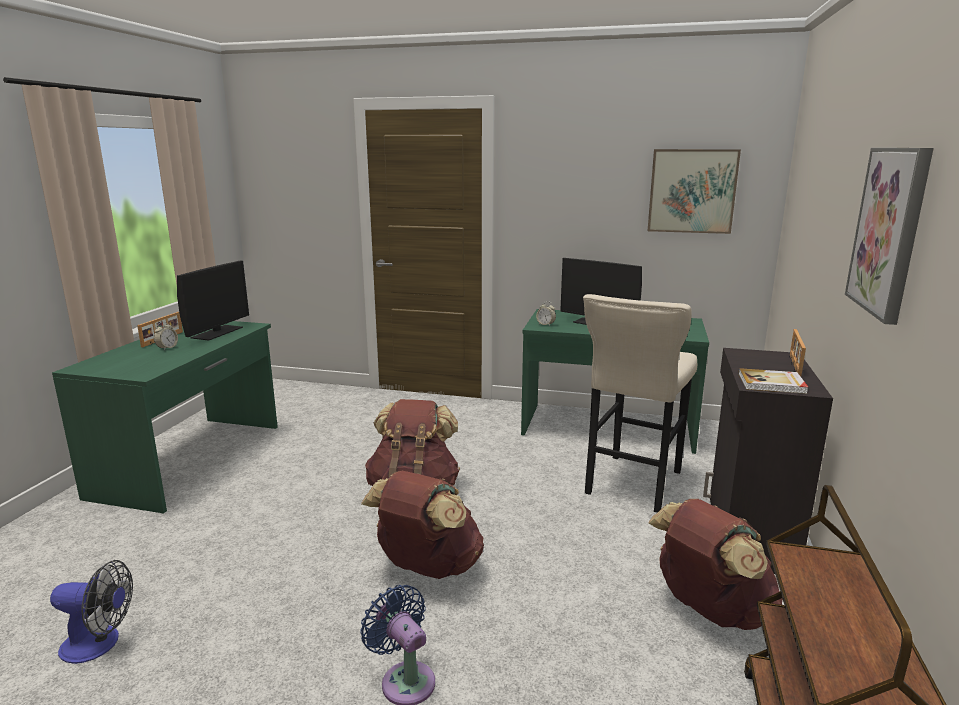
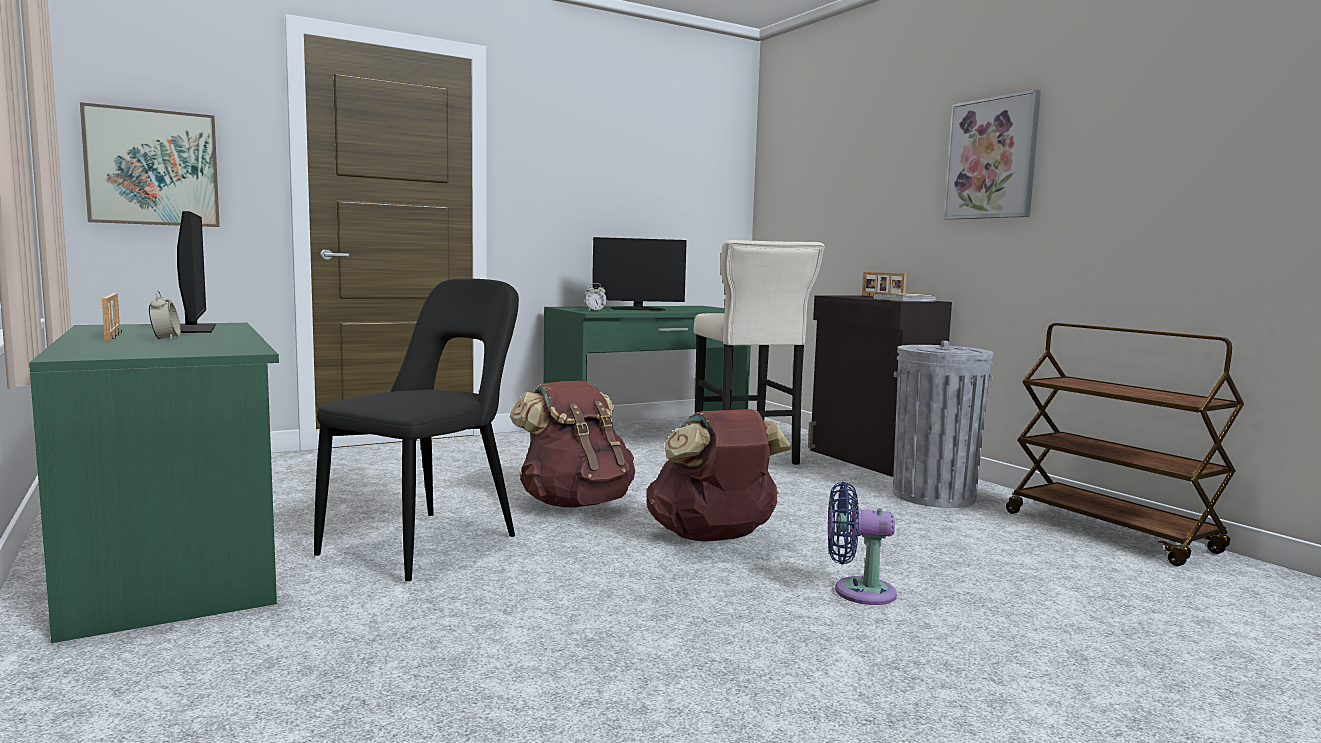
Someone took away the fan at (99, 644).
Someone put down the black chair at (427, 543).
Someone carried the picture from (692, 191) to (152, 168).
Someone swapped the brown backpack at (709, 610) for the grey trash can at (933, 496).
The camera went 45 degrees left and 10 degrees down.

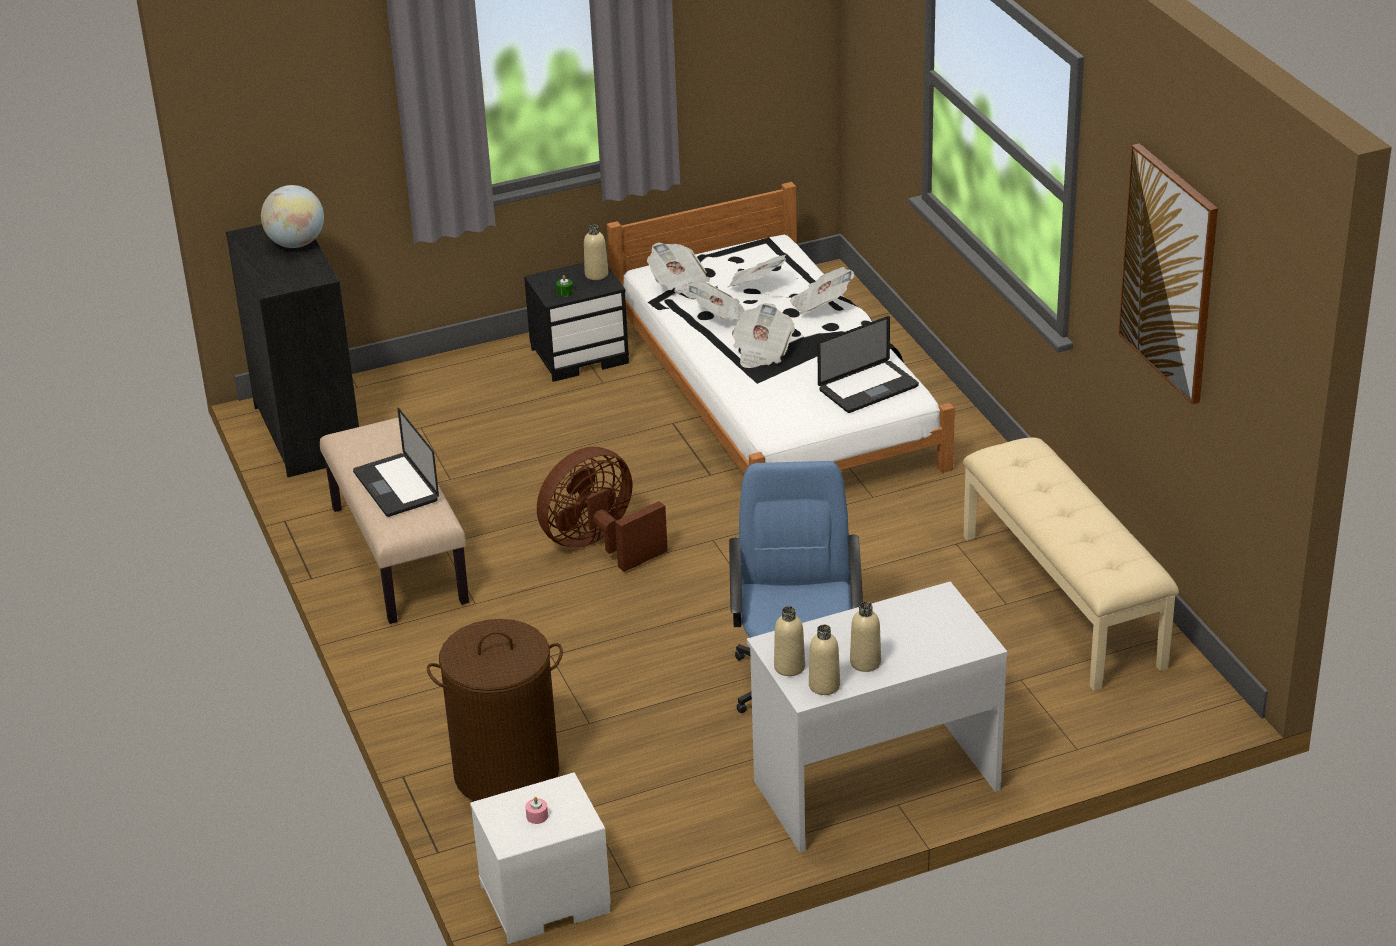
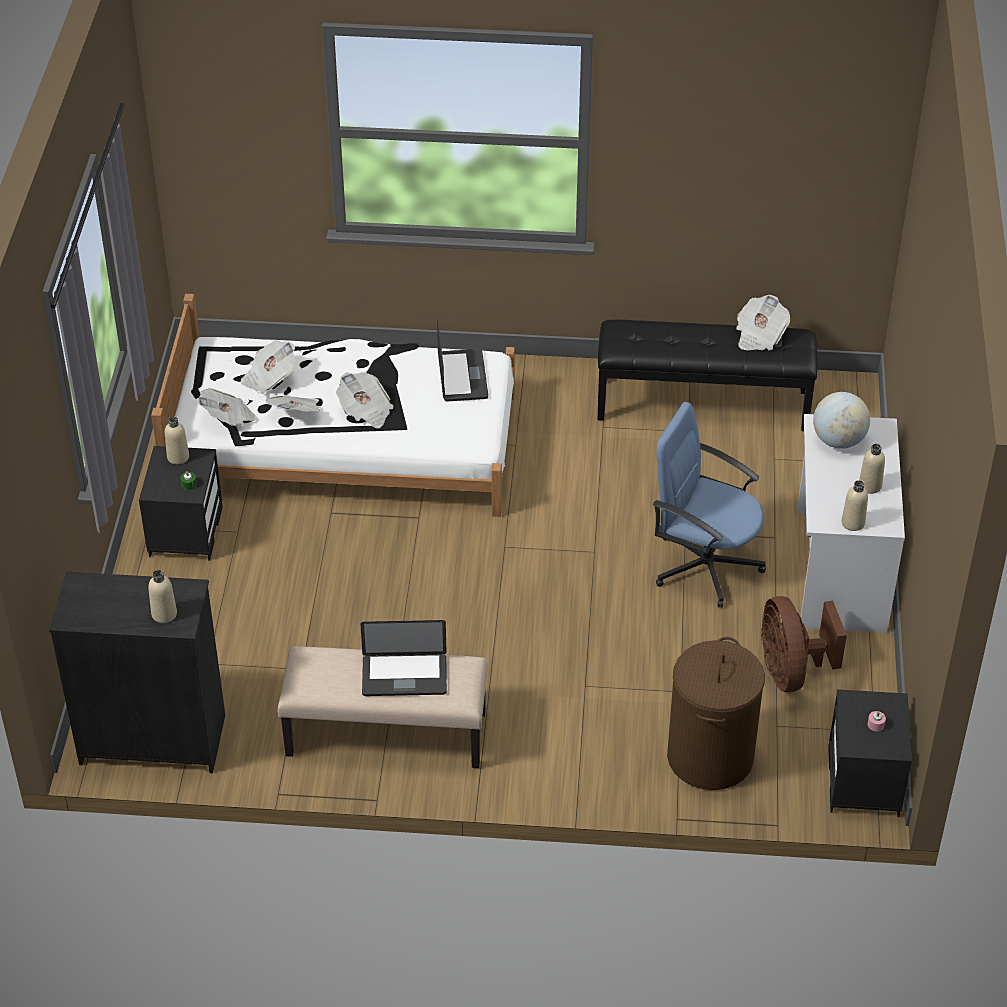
Someone took away the picture at (1169, 273).
Someone carried the globe from (296, 243) to (838, 440).
Someone carried the brown fan from (599, 545) to (791, 671).
Someone carried the newspaper from (821, 305) to (759, 336).
Someone carried the beige bottle from (824, 685) to (164, 614).
Someone repainted the white nightstand at (544, 901), which became the black nightstand at (864, 782).
Someone repainted the beige bench at (1063, 600), which became the black bench at (703, 404).
The camera went 65 degrees left and 10 degrees up.

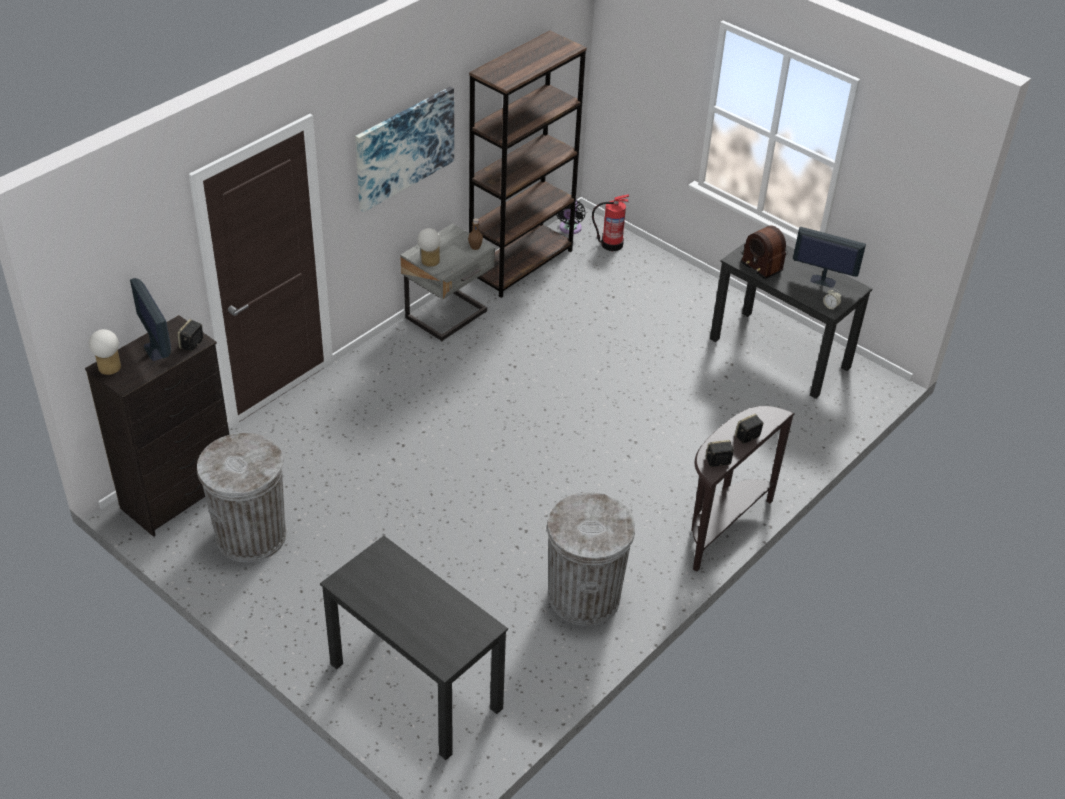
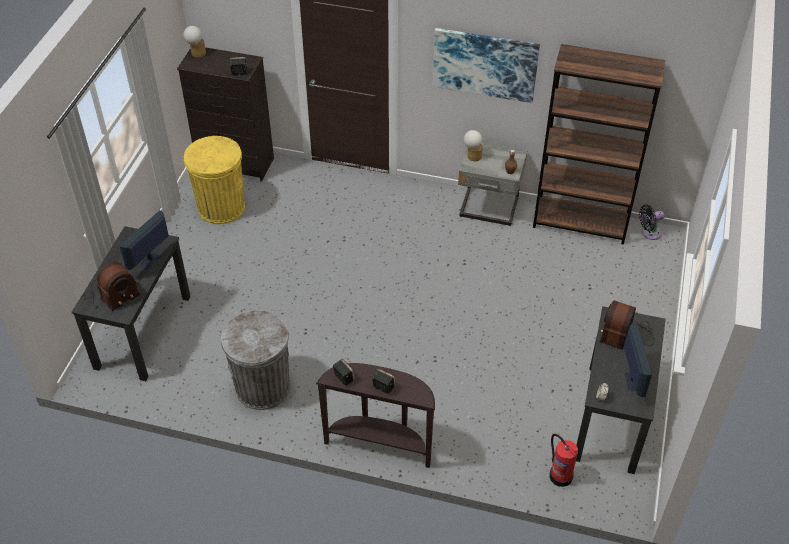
Someone put down the radio at (111, 295).
Someone carried the monitor from (155, 351) to (150, 262).
Someone carried the fire extinguisher from (611, 244) to (560, 475).
Someone repainted the grey trash can at (251, 536), which became the yellow trash can at (221, 207).
The camera went 65 degrees right and 5 degrees up.

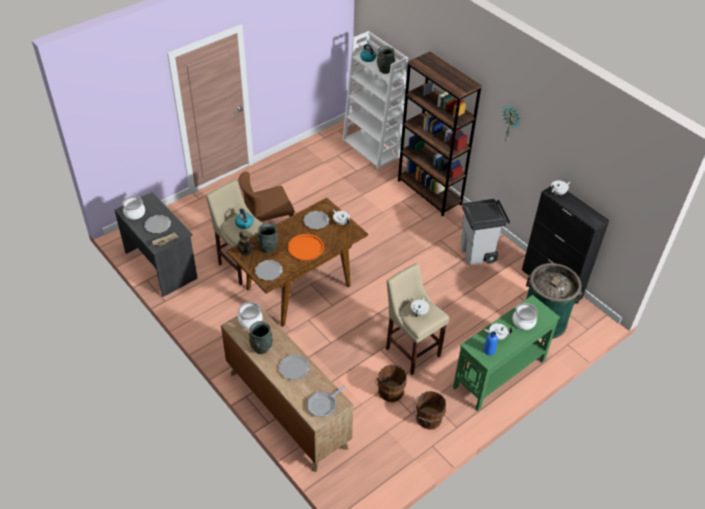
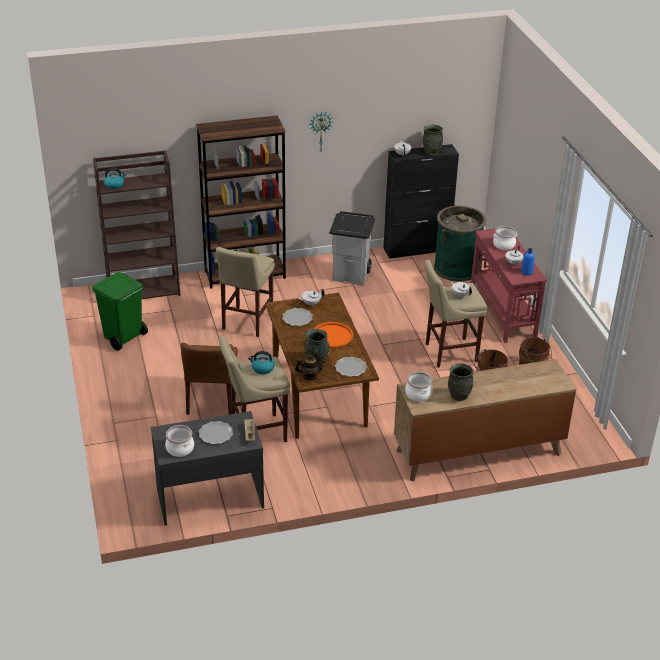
Someone took away the plate at (294, 368).
Someone took away the frying pan at (323, 405).
Someone put down the green trash can at (123, 338).
Someone put down the beige stool at (246, 323).
Someone carried the grey vase from (385, 70) to (432, 152).
Someone repainted the white bookcase at (371, 149), which became the brown bookcase at (144, 289).
Someone repainted the green console table at (499, 373), which became the red console table at (502, 312).
The camera went 65 degrees left and 10 degrees down.

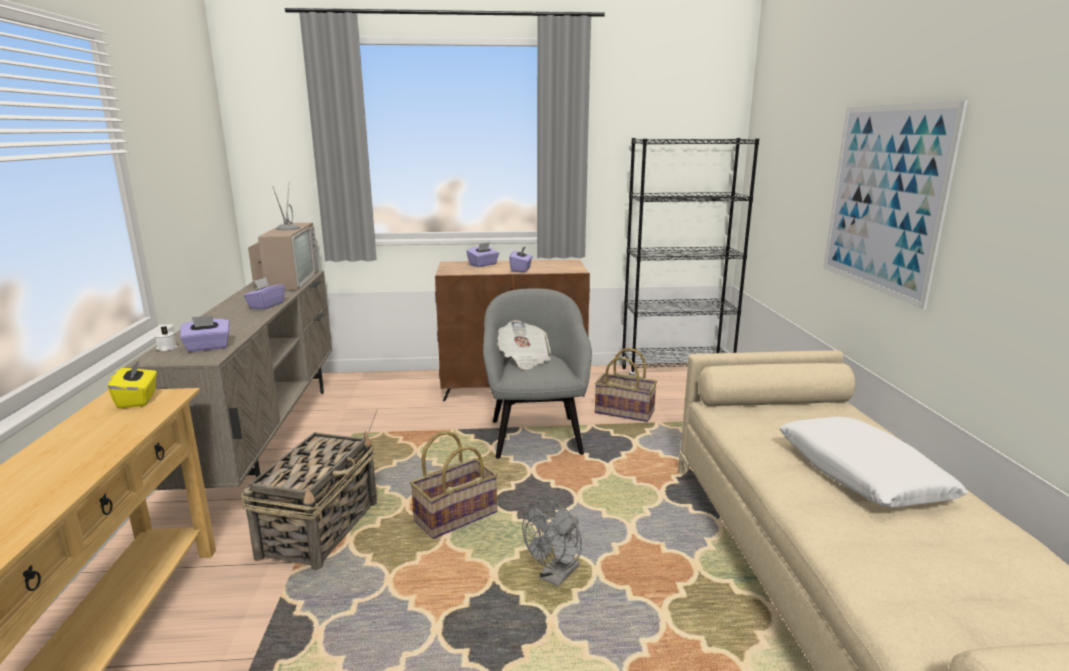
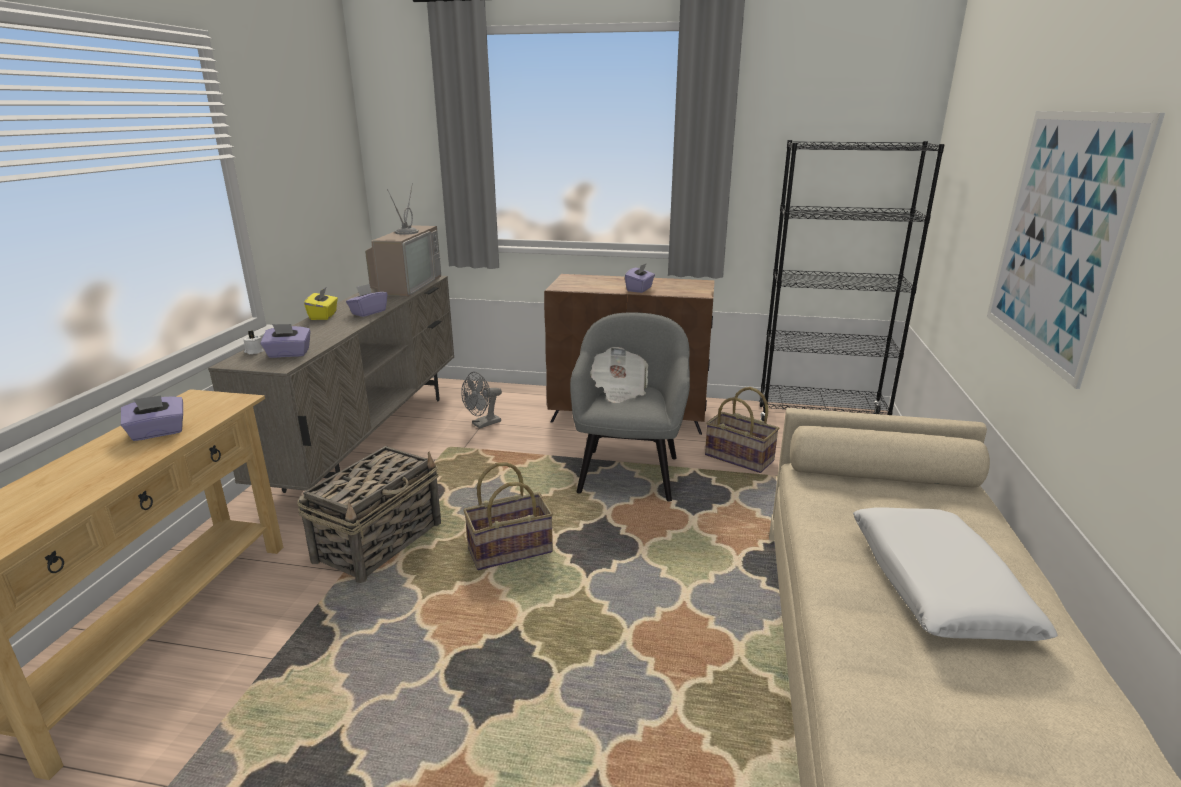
Someone carried the yellow tissue box from (138, 399) to (324, 316).
Someone carried the purple tissue box from (483, 265) to (158, 432).
Someone carried the grey fan from (555, 577) to (482, 424).
The camera went 15 degrees right and 5 degrees up.

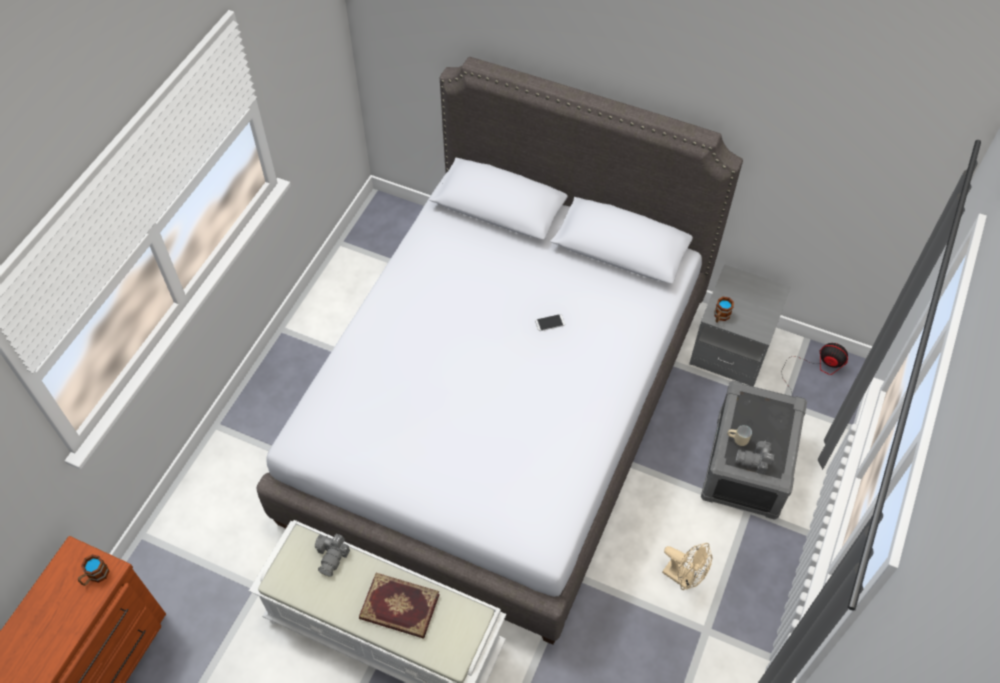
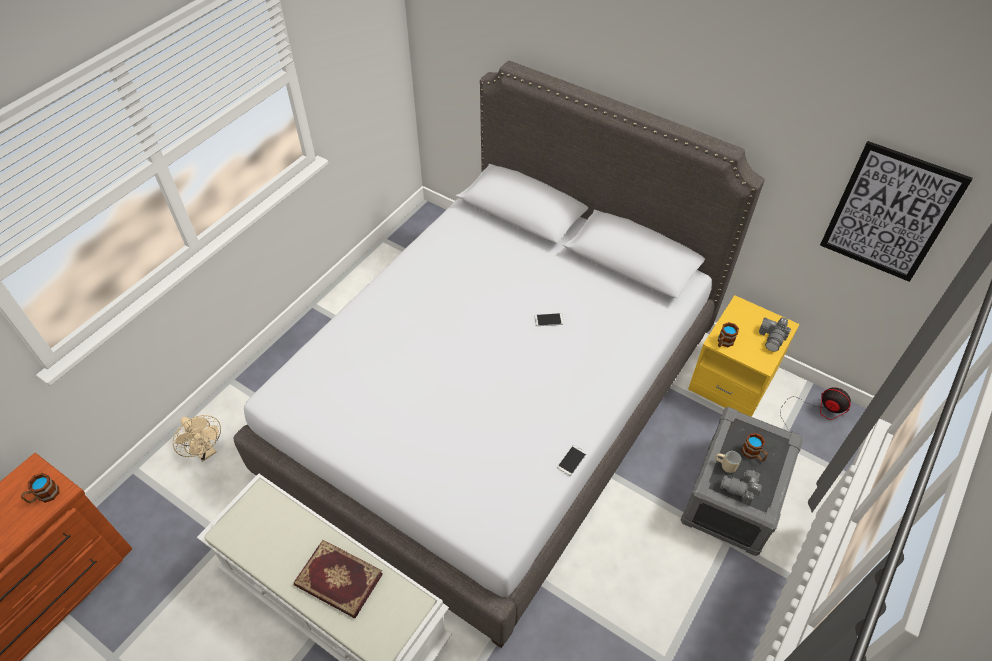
Someone put down the phone at (572, 460).
Someone put down the mug at (753, 454).
Someone put up the picture at (890, 213).
Someone carried the photo camera from (332, 556) to (773, 338).
Someone carried the beige fan from (683, 577) to (206, 451).
Someone repainted the grey nightstand at (731, 348), which became the yellow nightstand at (732, 380).
The camera went 10 degrees right and 5 degrees down.

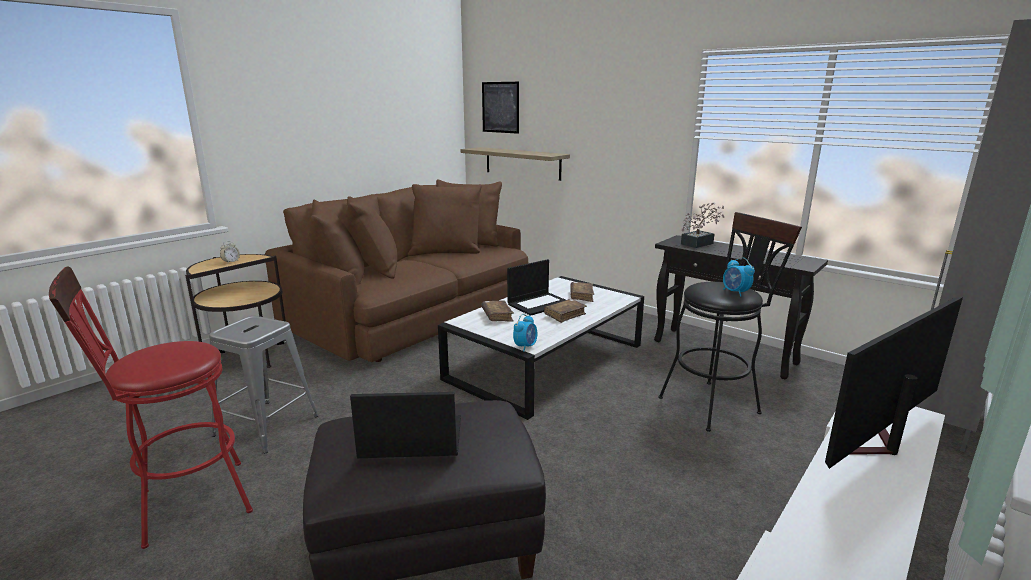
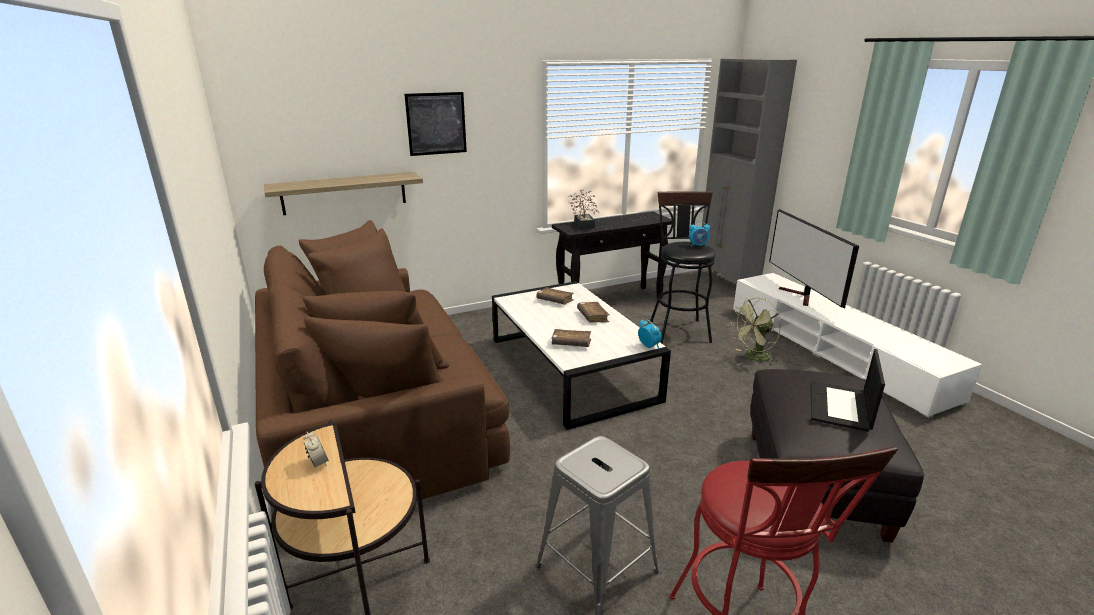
Someone took away the laptop at (539, 304).
Someone put down the green fan at (754, 358).
Someone carried the picture from (500, 107) to (436, 123).
The camera went 65 degrees left and 5 degrees up.

